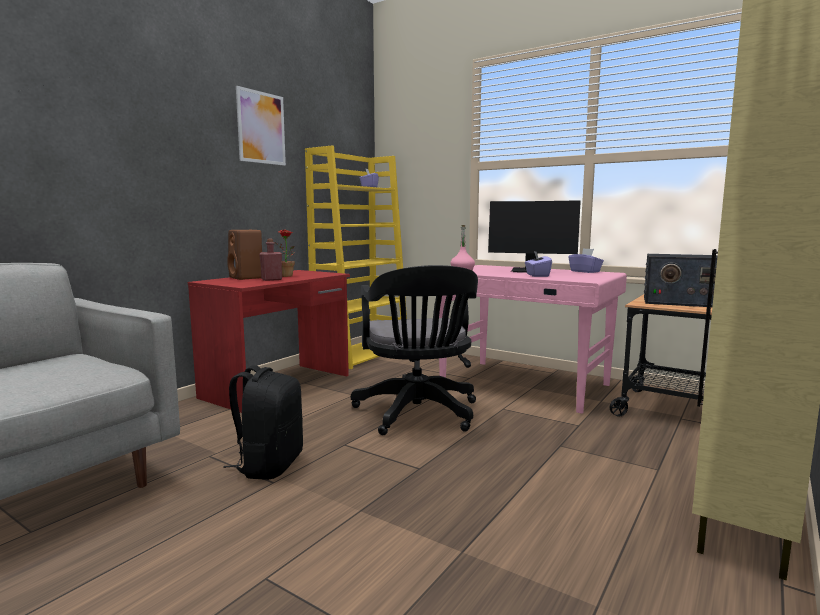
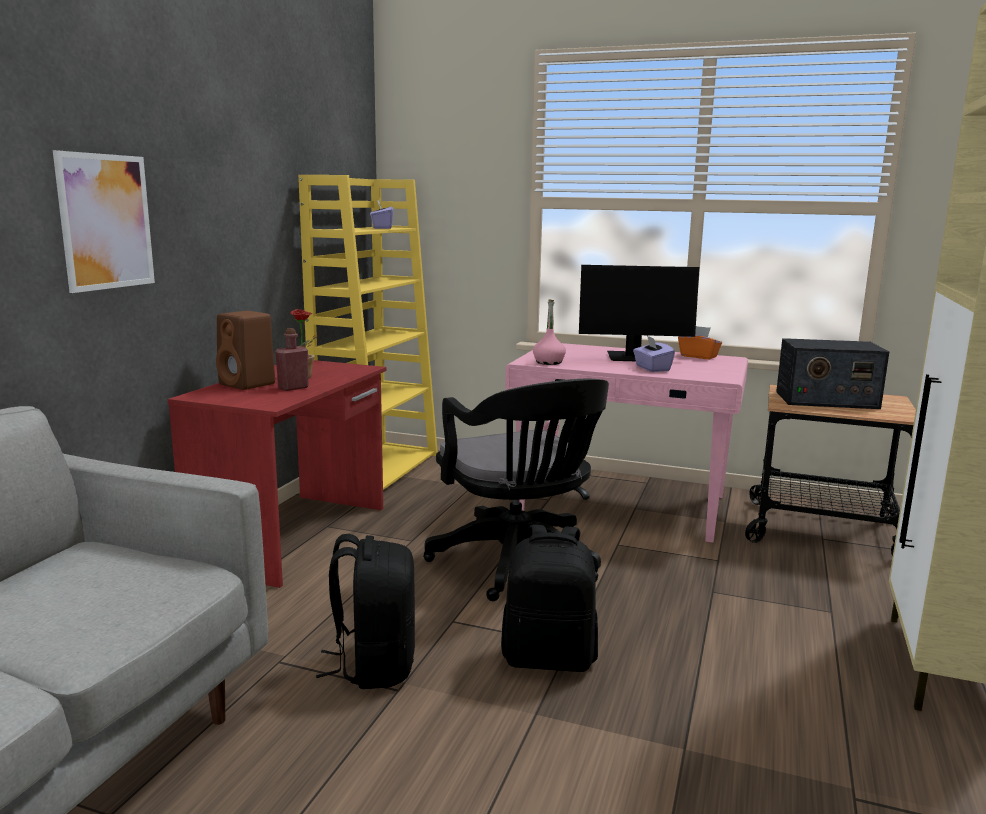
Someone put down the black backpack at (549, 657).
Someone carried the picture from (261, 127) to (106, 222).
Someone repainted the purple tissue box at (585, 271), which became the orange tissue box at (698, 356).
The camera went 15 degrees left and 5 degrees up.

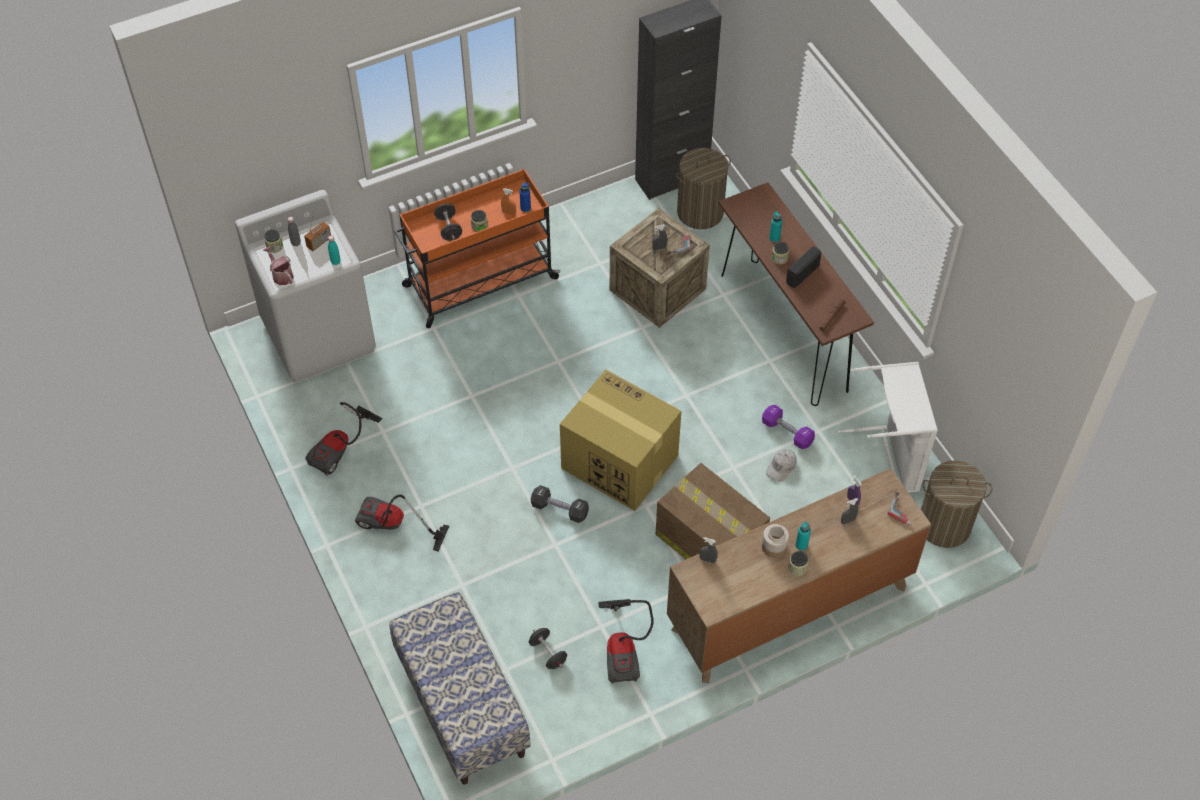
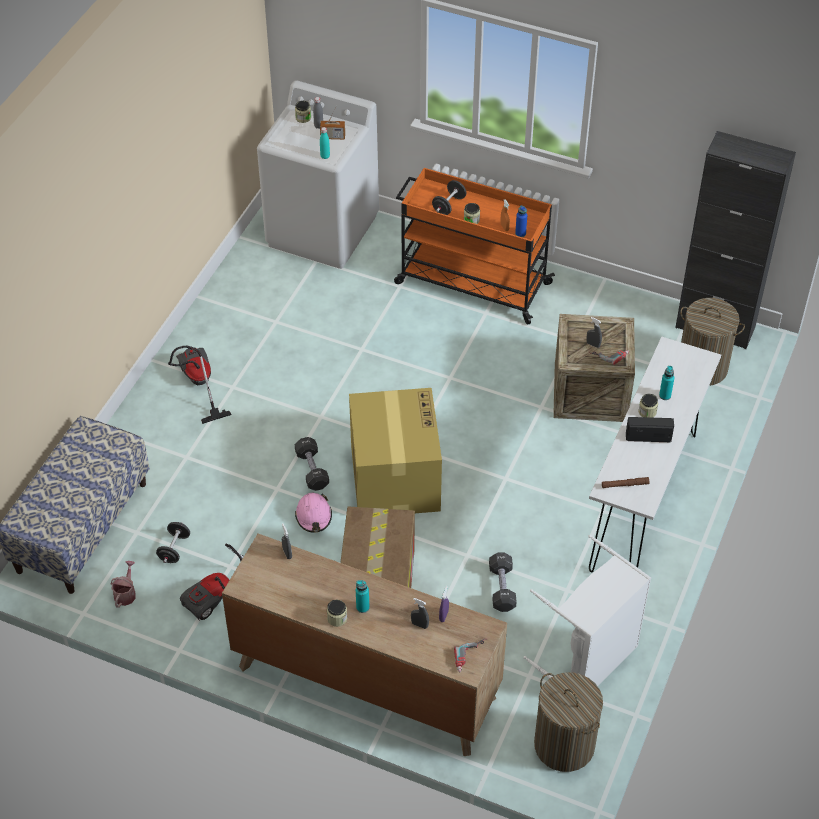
Someone took away the vacuum cleaner at (342, 449).
Someone took away the purple dumbbell at (787, 432).
Someone took away the jar at (774, 546).
Someone put down the pink hard hat at (314, 516).
Someone carried the watering can from (281, 275) to (126, 593).
Someone swapped the white cap at (781, 467) for the black dumbbell at (502, 588).
Someone repainted the brown console table at (783, 331), which became the white console table at (643, 501).
The camera went 50 degrees right and 5 degrees down.

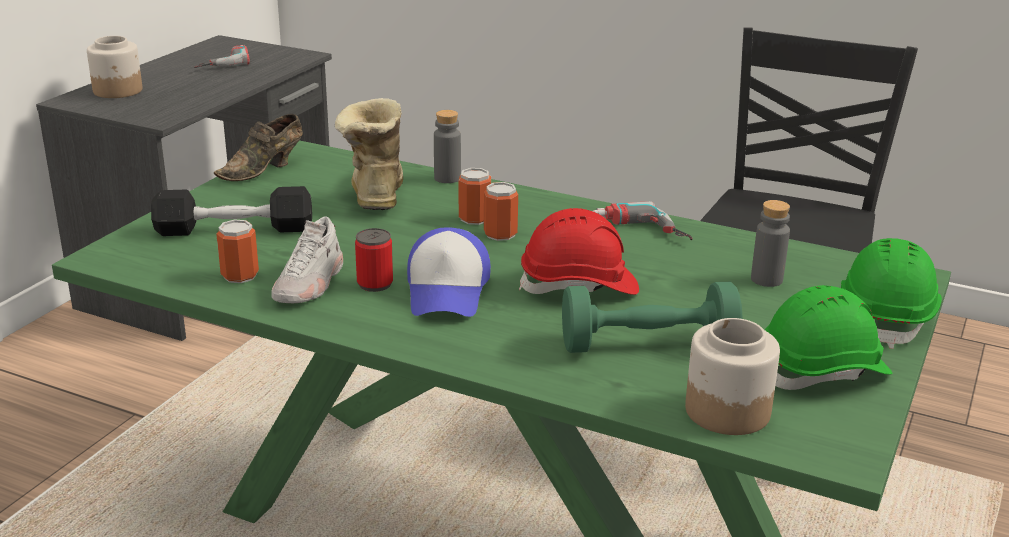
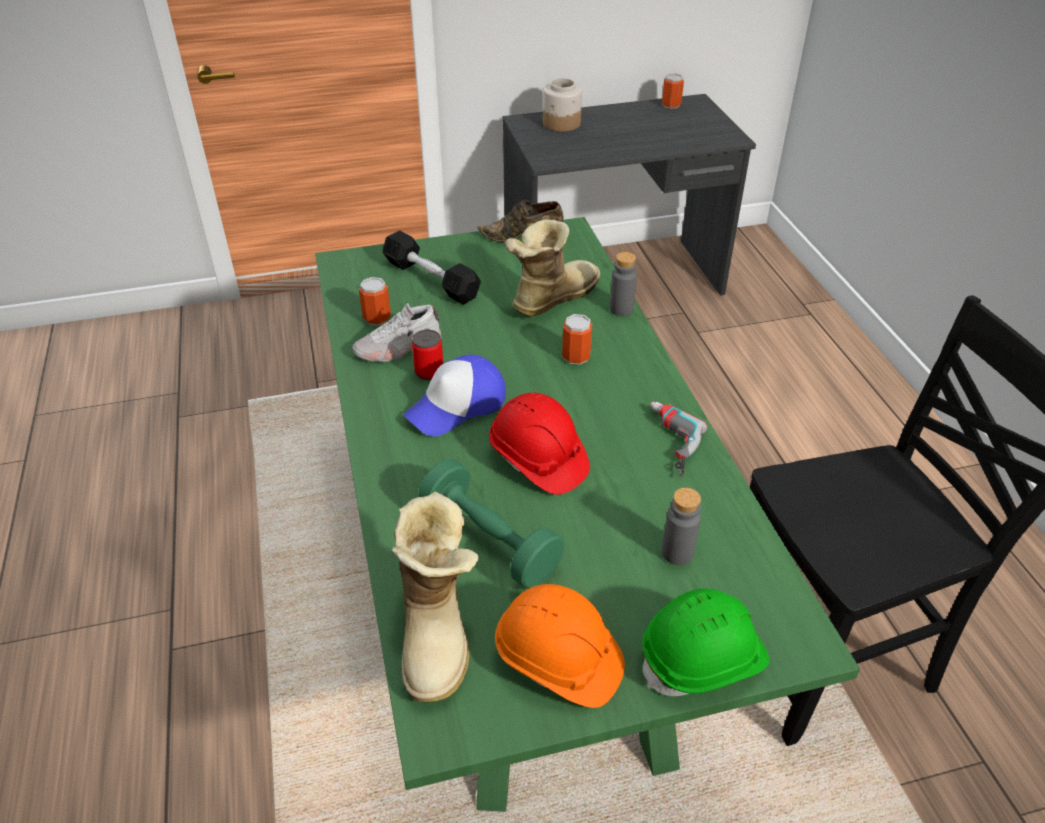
Someone took away the power drill at (221, 62).
Someone carried the can from (500, 234) to (671, 105).
Someone swapped the jar at (726, 411) for the boot at (439, 631).
Someone repainted the green hard hat at (823, 371), which became the orange hard hat at (558, 661).
The camera went 50 degrees right and 15 degrees up.

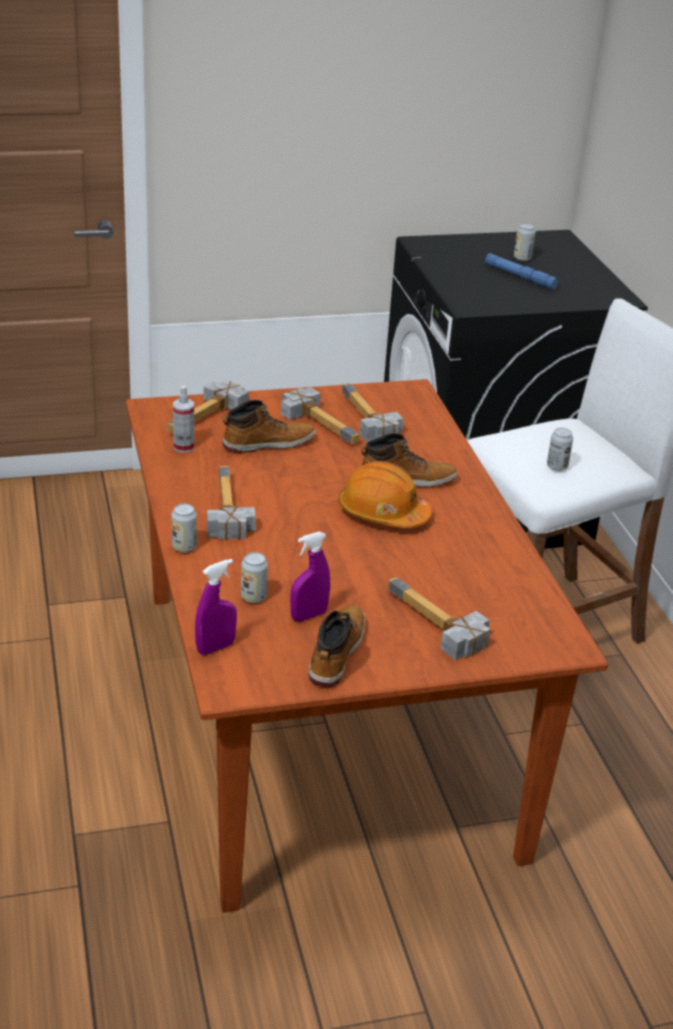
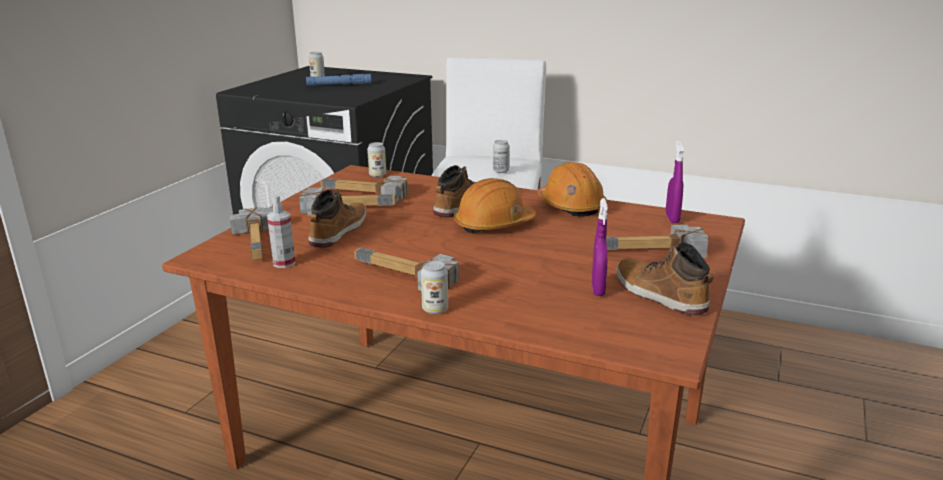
Someone put down the orange hard hat at (571, 206).
Someone carried the purple spray bottle from (215, 647) to (672, 218).
Someone carried the can from (253, 597) to (377, 175).
The camera went 50 degrees left and 10 degrees down.

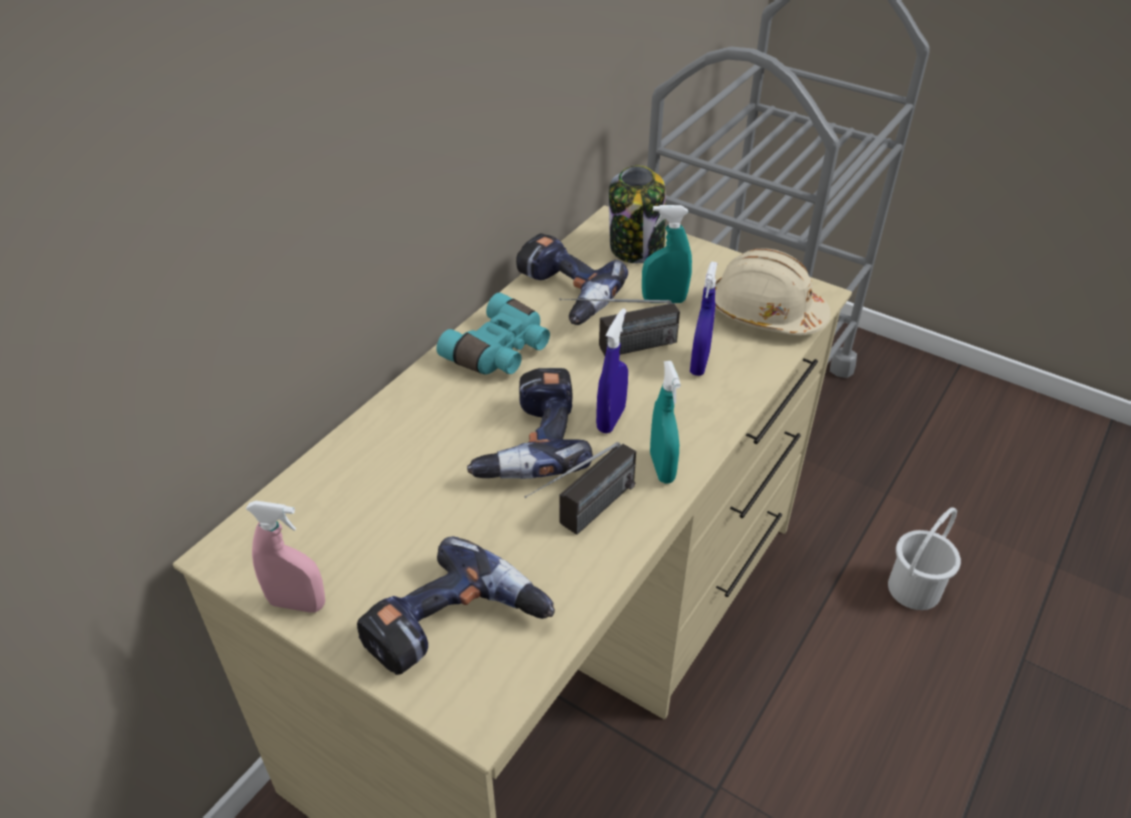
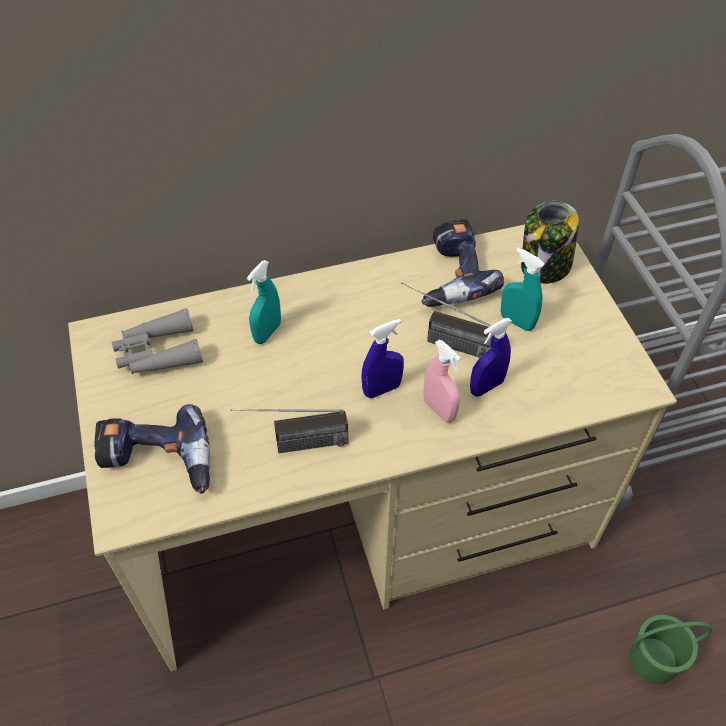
Someone took away the turquoise binoculars at (500, 352).
Someone took away the power drill at (529, 442).
Someone took away the beige hard hat at (766, 313).
Someone put down the grey binoculars at (157, 353).
Someone carried the pink spray bottle from (297, 603) to (439, 410).
Someone carried the turquoise spray bottle from (662, 467) to (267, 332).
Someone repainted the white bucket at (913, 588), which became the green bucket at (652, 659).
The camera went 40 degrees right and 10 degrees up.

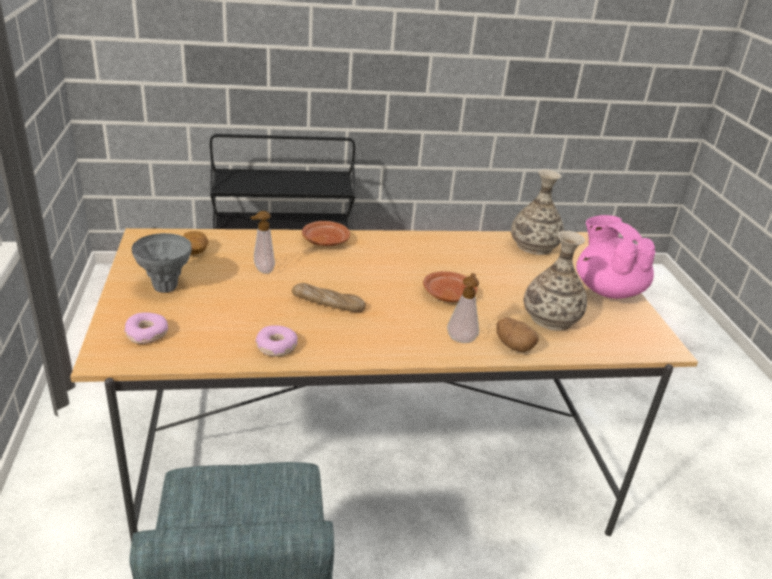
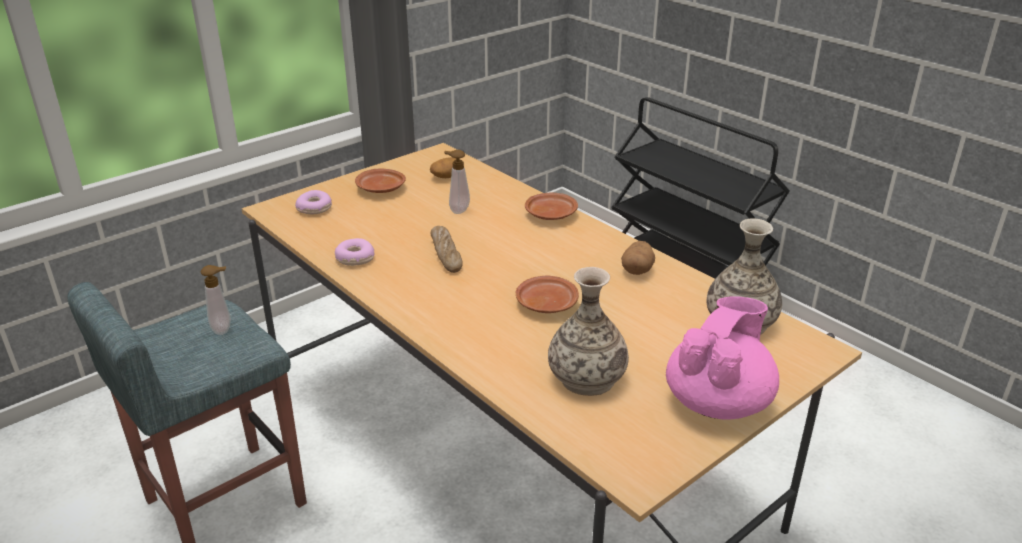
Someone carried the soap dispenser from (461, 338) to (224, 329).
Someone carried the potato from (513, 346) to (637, 270).
Someone swapped the grey vase at (166, 287) for the brown plate at (381, 189).
The camera went 60 degrees right and 0 degrees up.

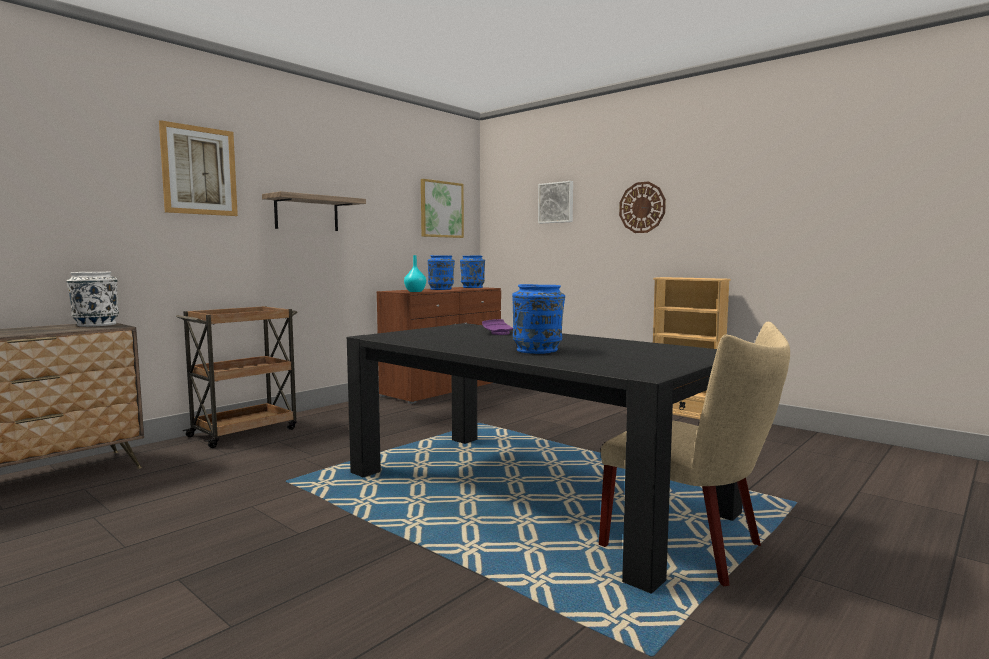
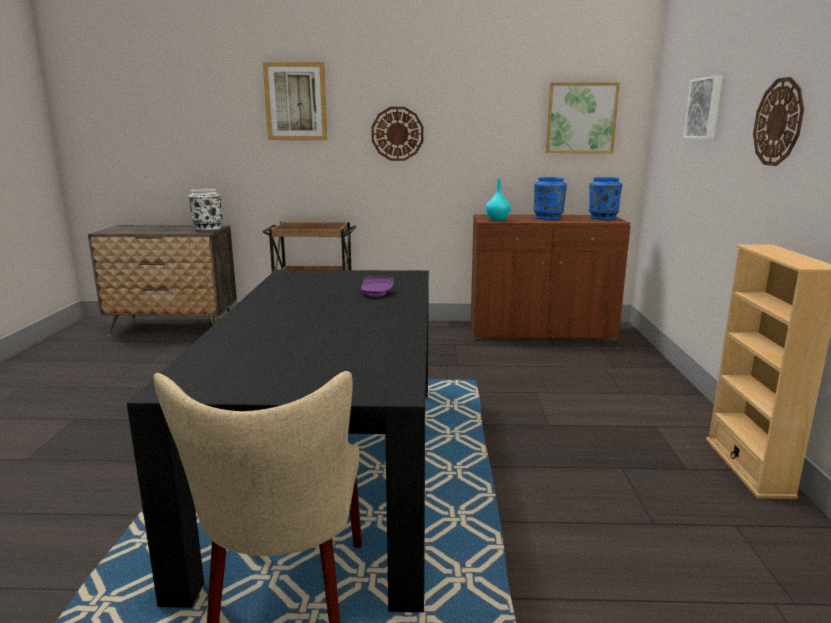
Someone took away the blue vase at (538, 350).
Someone swapped the shelf at (307, 213) for the wall clock at (397, 134).
The camera went 50 degrees right and 10 degrees up.

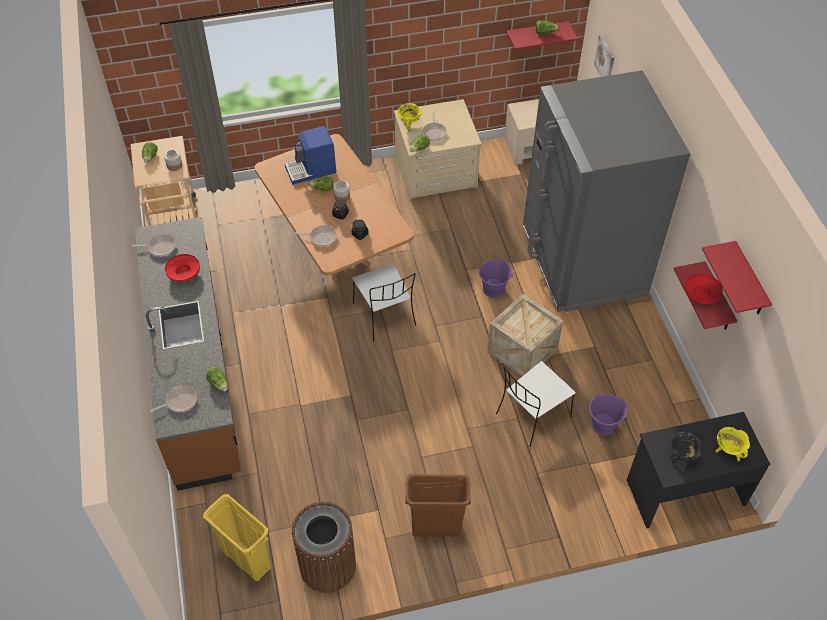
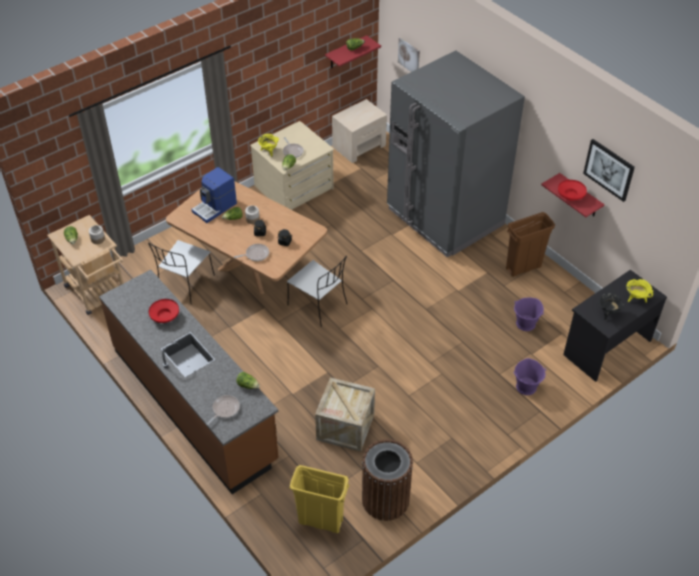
Someone took away the frying pan at (160, 247).
Someone carried the brown trash can from (436, 528) to (523, 268).
Someone carried the purple bucket from (494, 289) to (526, 387).
Someone carried the crate from (522, 350) to (345, 427).
Someone carried the white chair from (532, 416) to (185, 284).
Someone swapped the red shelf at (749, 281) for the picture at (609, 169).
The camera went 25 degrees left and 5 degrees down.

